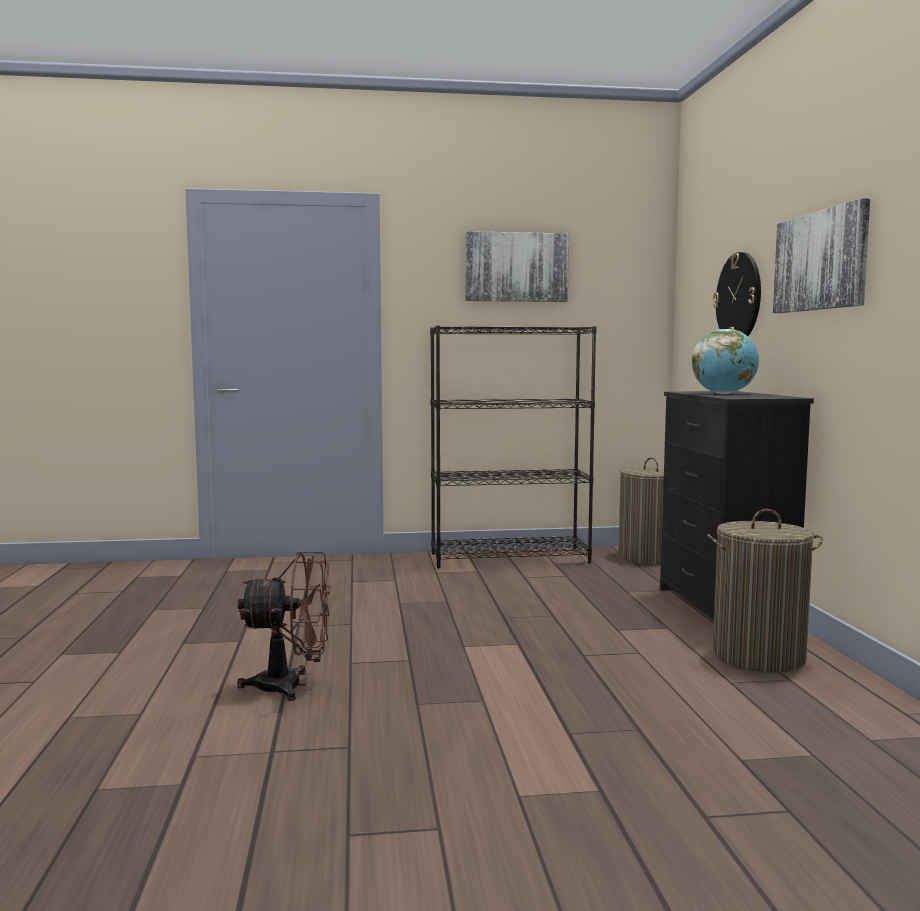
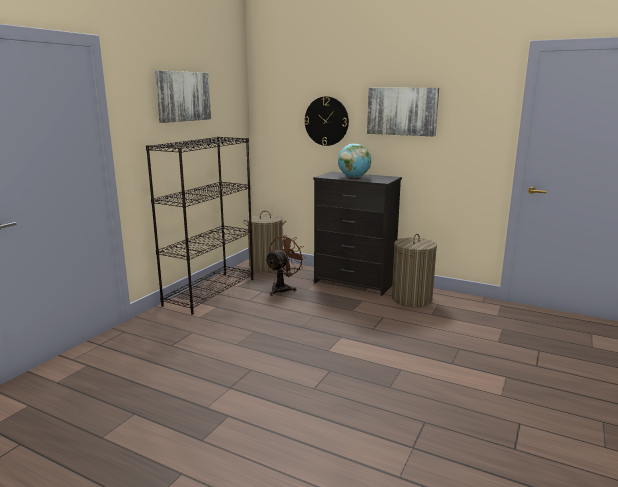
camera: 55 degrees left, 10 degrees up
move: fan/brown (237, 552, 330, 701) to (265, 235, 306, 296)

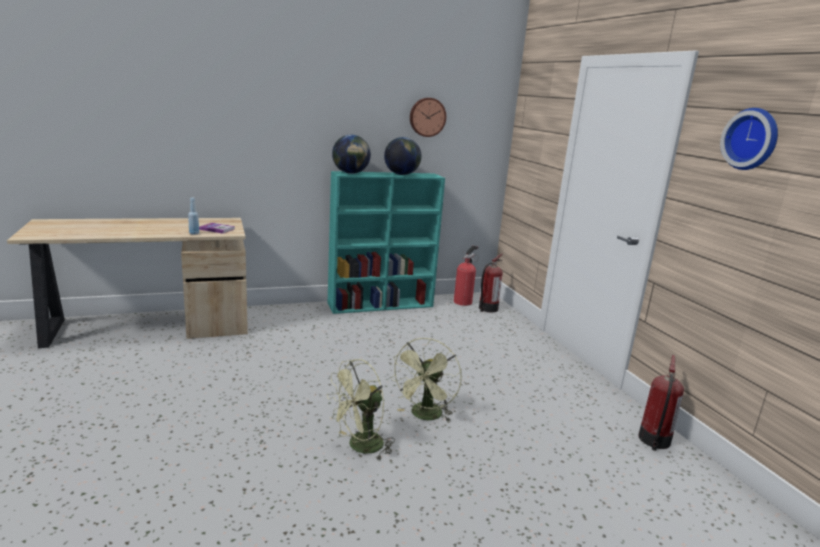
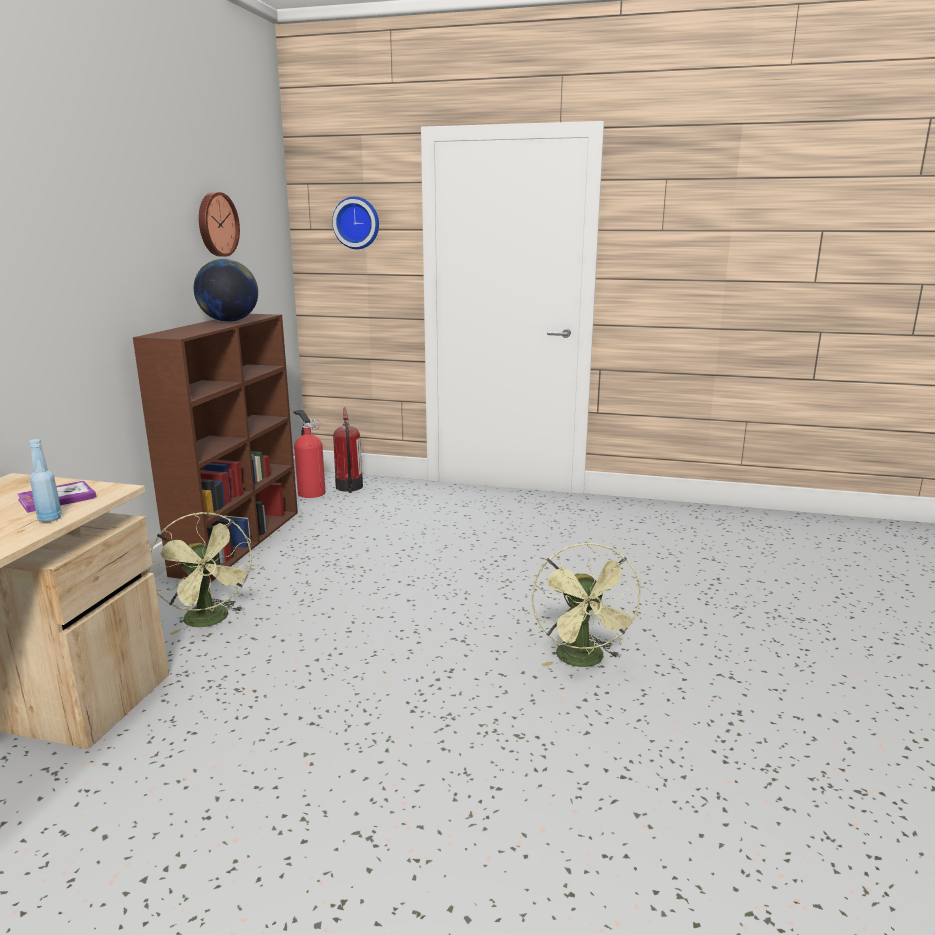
camera: 55 degrees left, 0 degrees up
delete: globe (332, 135, 371, 174); fire extinguisher (638, 355, 684, 451)
move: fan/green (390, 338, 462, 422) to (148, 512, 255, 635); wall clock (720, 108, 778, 170) to (332, 197, 379, 249)
recolor: bookcase/turquoise (328, 171, 445, 314) to bookcase/brown (133, 314, 298, 582)

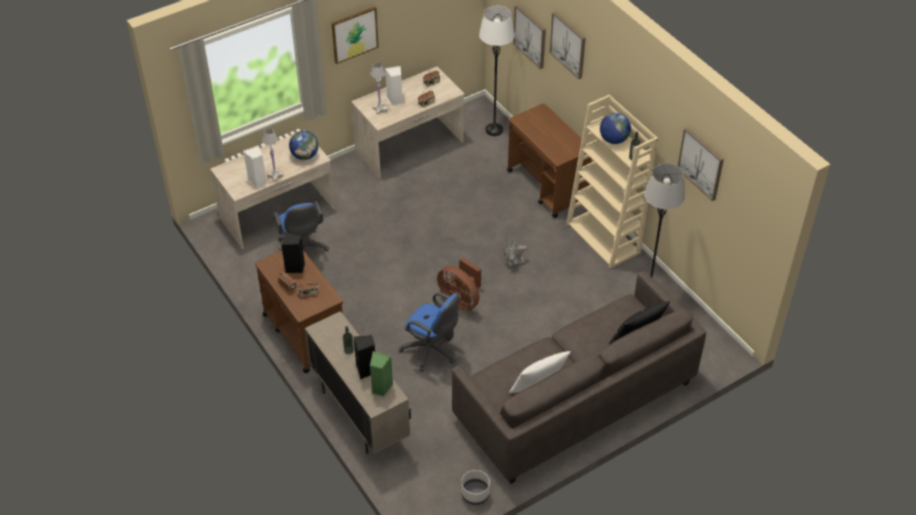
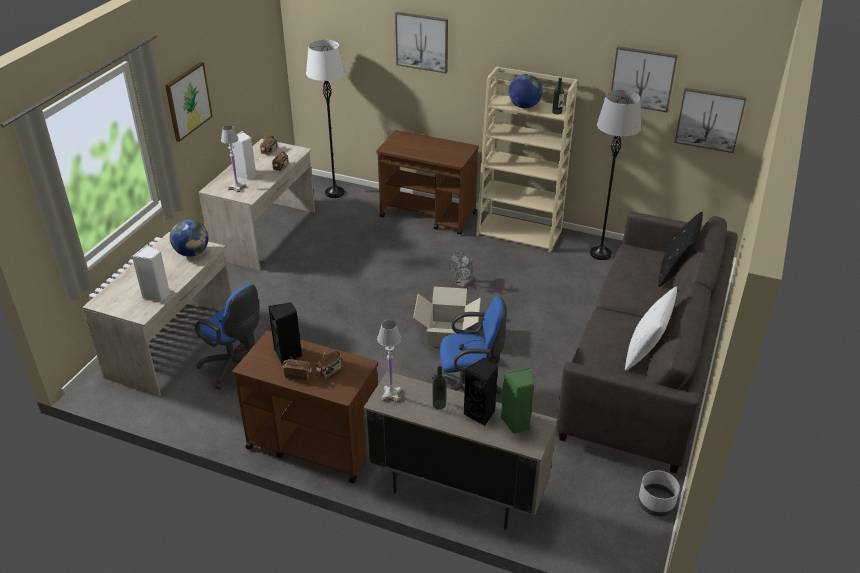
camera: 35 degrees left, 10 degrees down
move: table lamp/white (263, 128, 283, 181) to (377, 320, 403, 403); picture (513, 4, 546, 69) to (674, 88, 747, 153)
replace: fan/brown (437, 257, 481, 311) to cardboard box (413, 287, 481, 347)

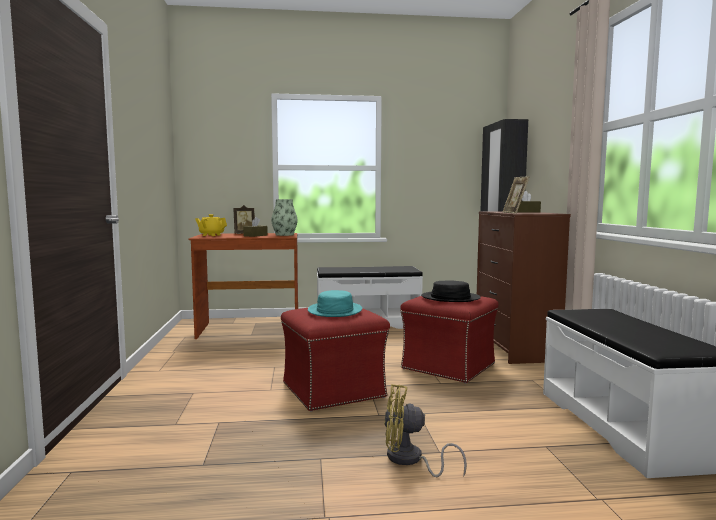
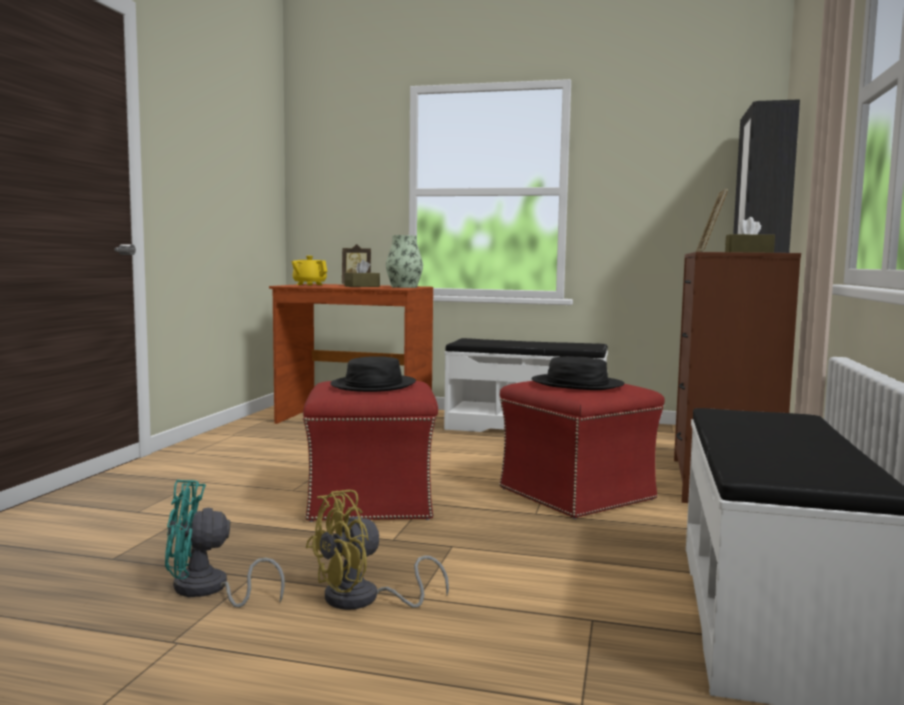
camera: 20 degrees right, 0 degrees up
insert: fan/turquoise (165, 480, 285, 608)
recolor: hat/turquoise (308, 290, 362, 317) to hat/black (330, 356, 416, 392)
rotate: fan/yellow (384, 384, 467, 477) = (305, 490, 449, 610) 60 degrees counterclockwise

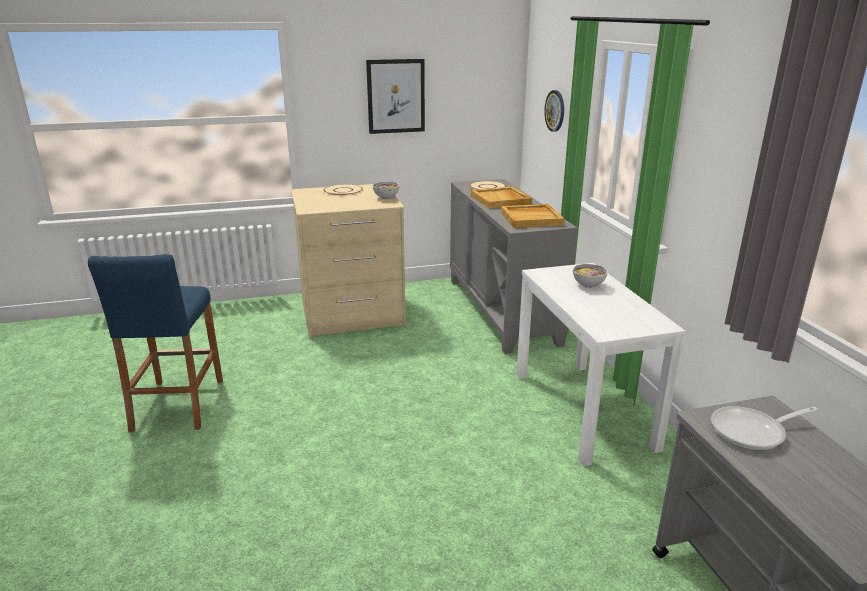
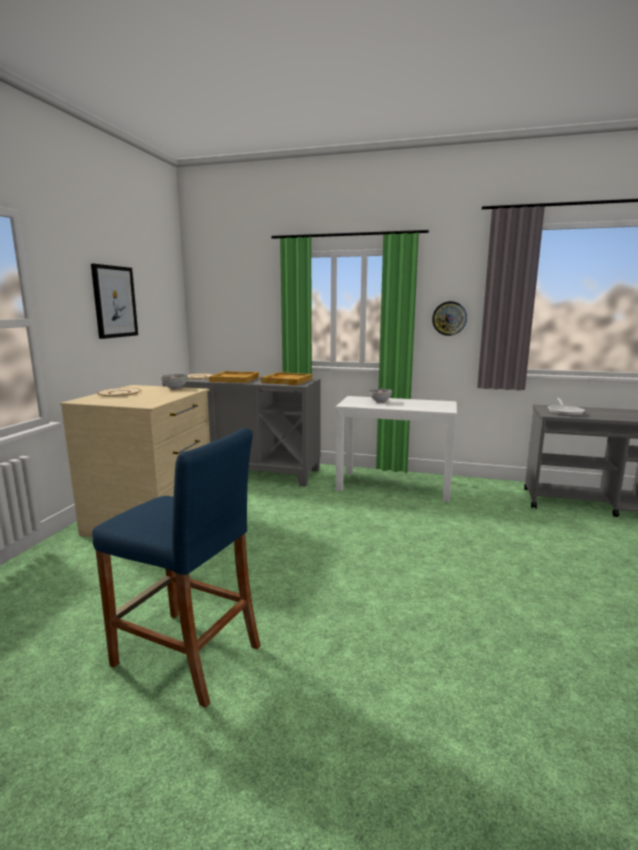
camera: 60 degrees left, 10 degrees down
move: wall clock (544, 90, 564, 132) to (432, 301, 467, 336)

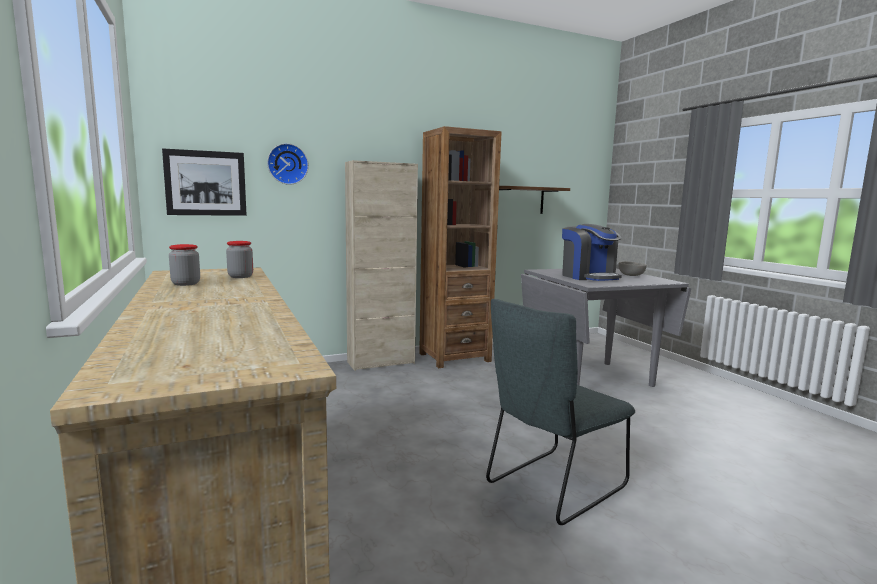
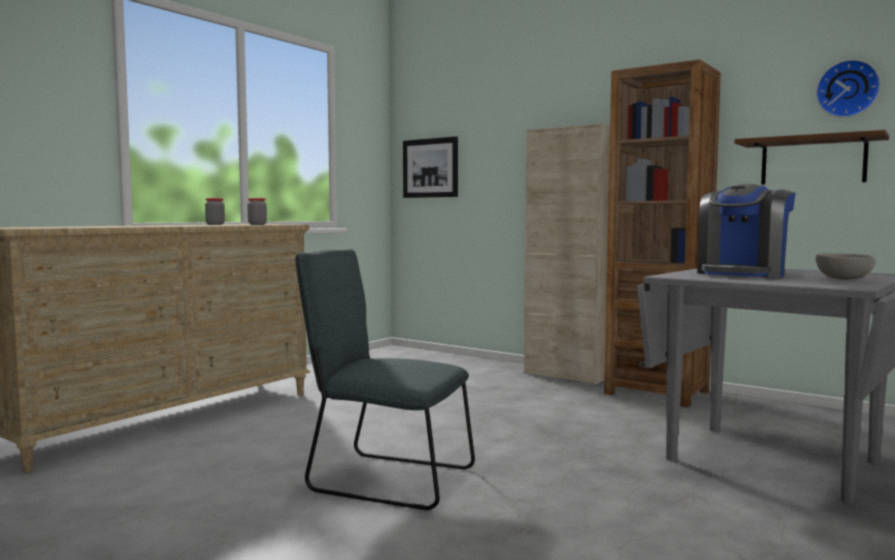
camera: 60 degrees right, 5 degrees down
move: wall clock (267, 143, 309, 185) to (816, 60, 881, 118)

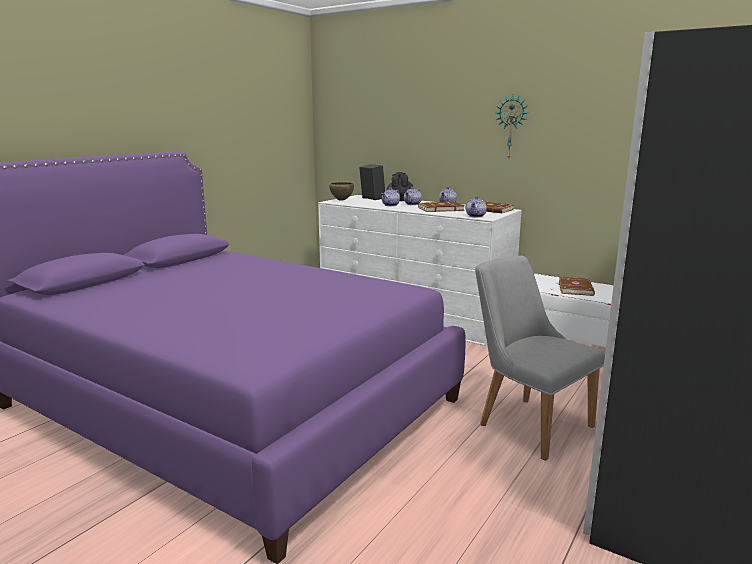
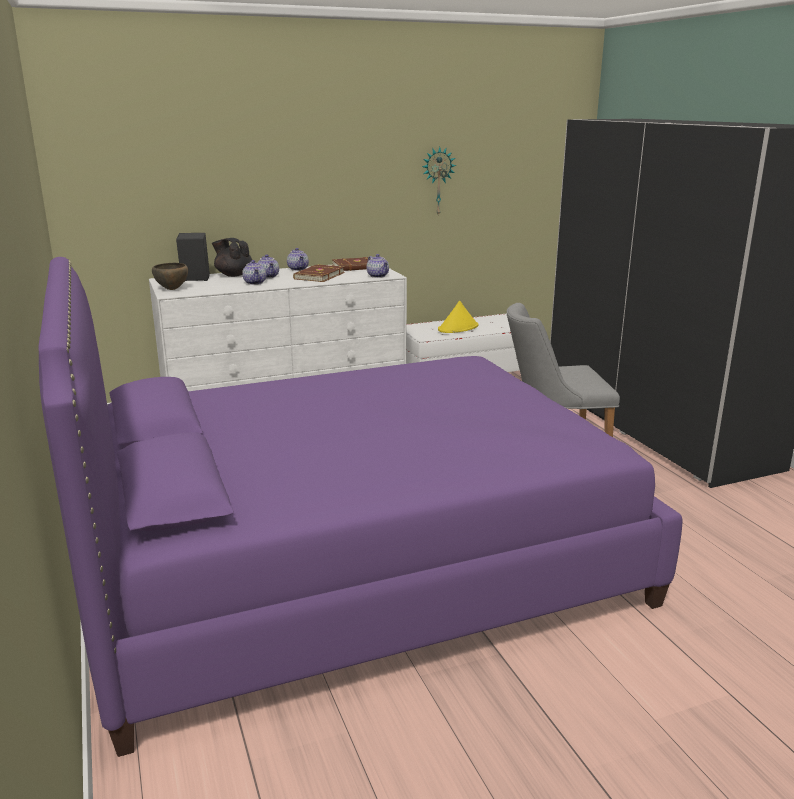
camera: 55 degrees left, 5 degrees up
move: wall clock (496, 95, 528, 160) to (422, 147, 456, 215)
replace: book/brown (559, 277, 595, 296) to hat/yellow (438, 301, 479, 333)

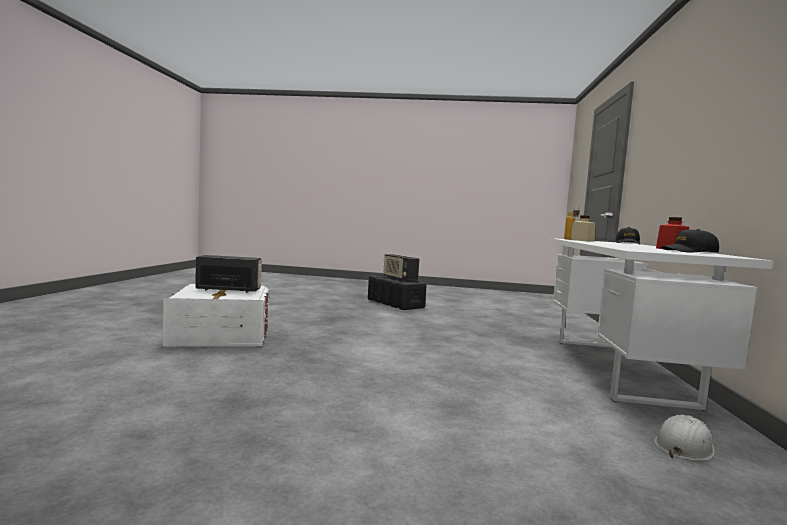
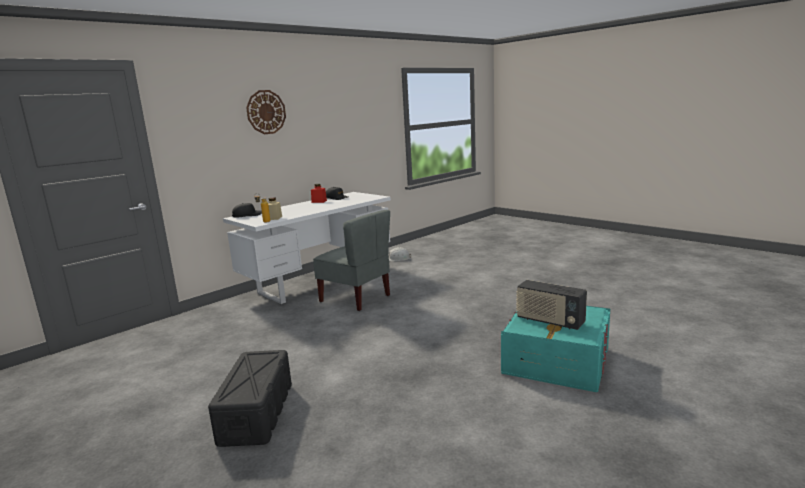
camera: 140 degrees left, 10 degrees up
delete: radio (383, 254, 420, 281)
insert: wall clock (246, 90, 286, 134); chair/grey (313, 210, 390, 311)
recolor: storage box/white (163, 283, 269, 346) to storage box/turquoise (501, 306, 610, 392)

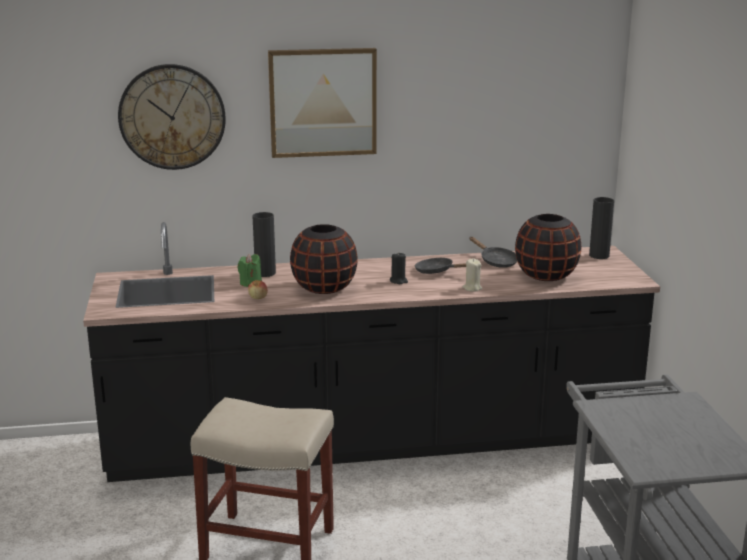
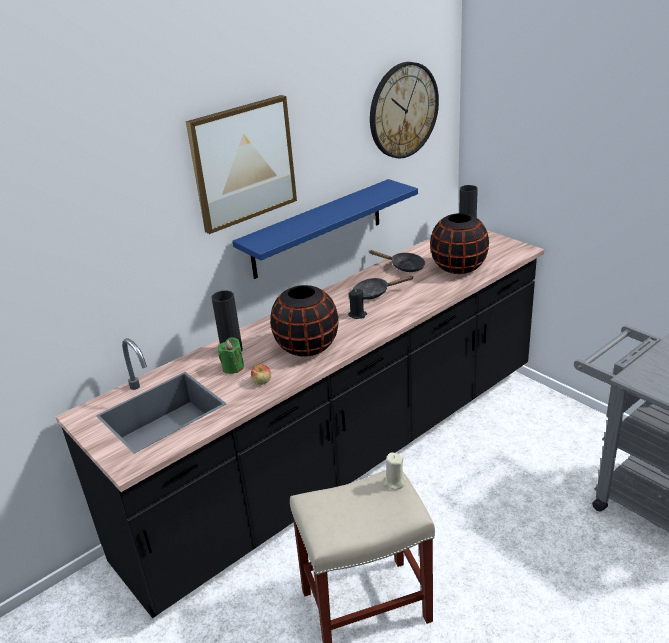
camera: 30 degrees left, 10 degrees up
insert: shelf/blue (232, 179, 418, 279)
move: wall clock (118, 64, 226, 170) to (370, 62, 439, 158); candle/beige (462, 258, 482, 292) to (383, 452, 406, 490)

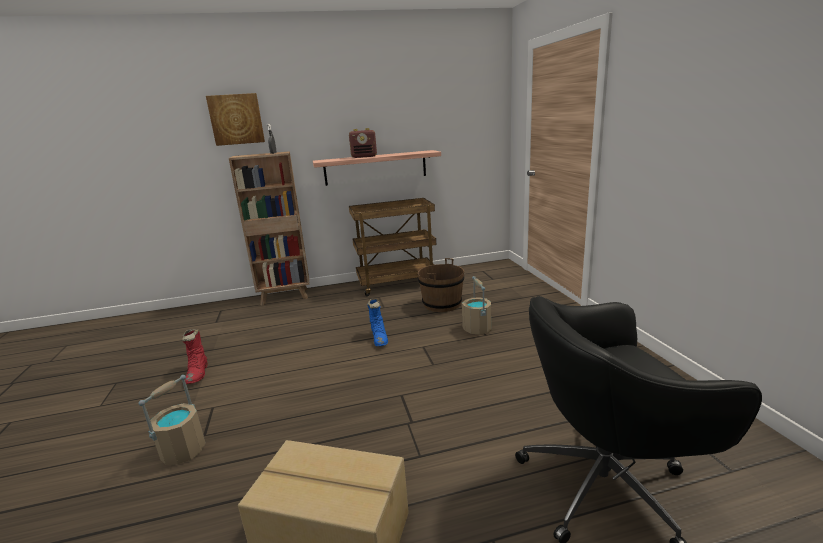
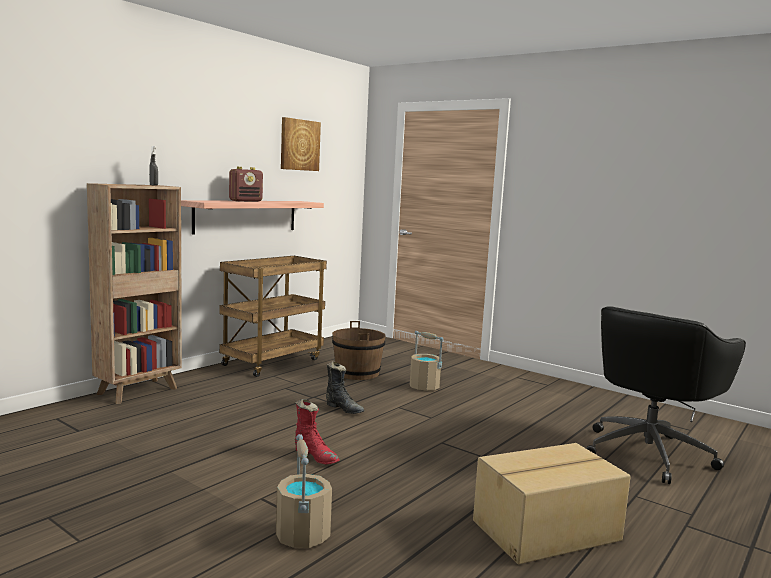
camera: 40 degrees left, 10 degrees down
move: picture (206, 93, 265, 146) to (281, 117, 321, 171); boot/red (182, 329, 208, 384) to (295, 399, 340, 464)
recolor: boot/blue (368, 299, 388, 346) to boot/black (326, 362, 365, 414)

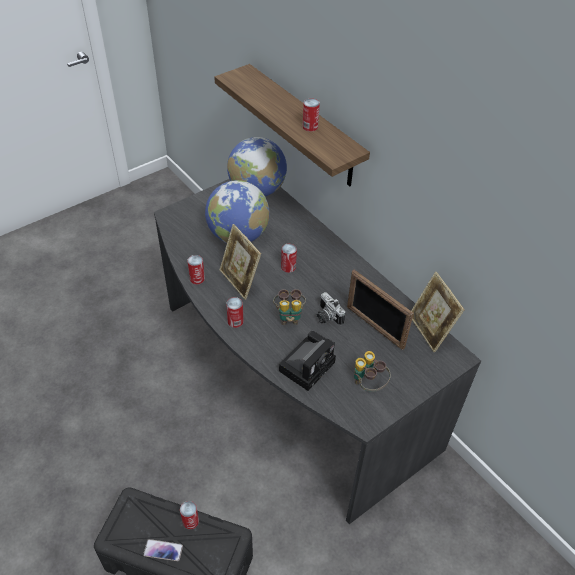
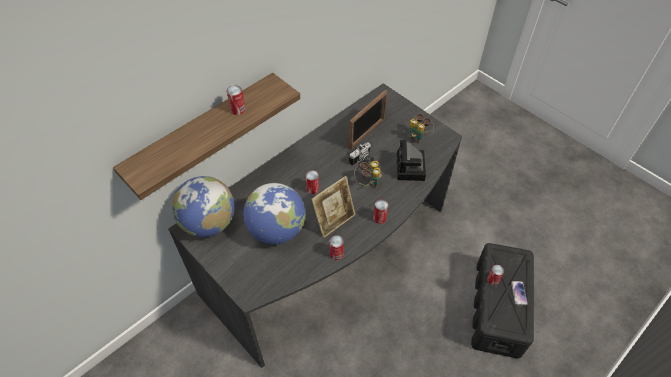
camera: 95 degrees left, 5 degrees up
delete: picture frame (411, 272, 465, 352)
rotate: photo camera (279, 331, 336, 391) = (397, 140, 426, 181) 120 degrees counterclockwise

